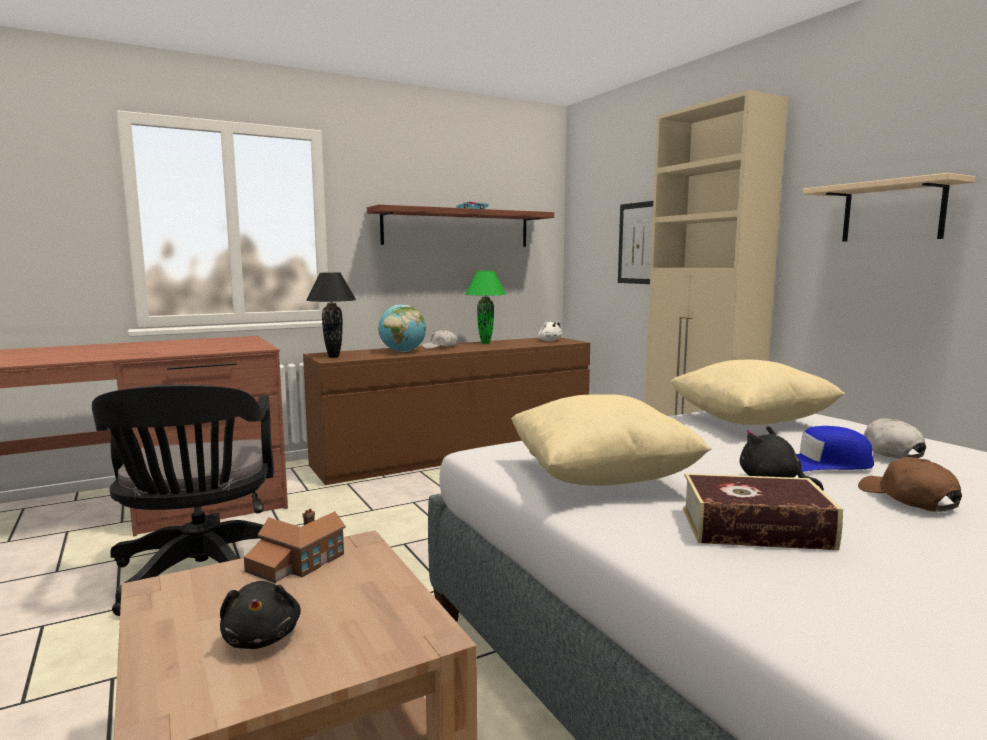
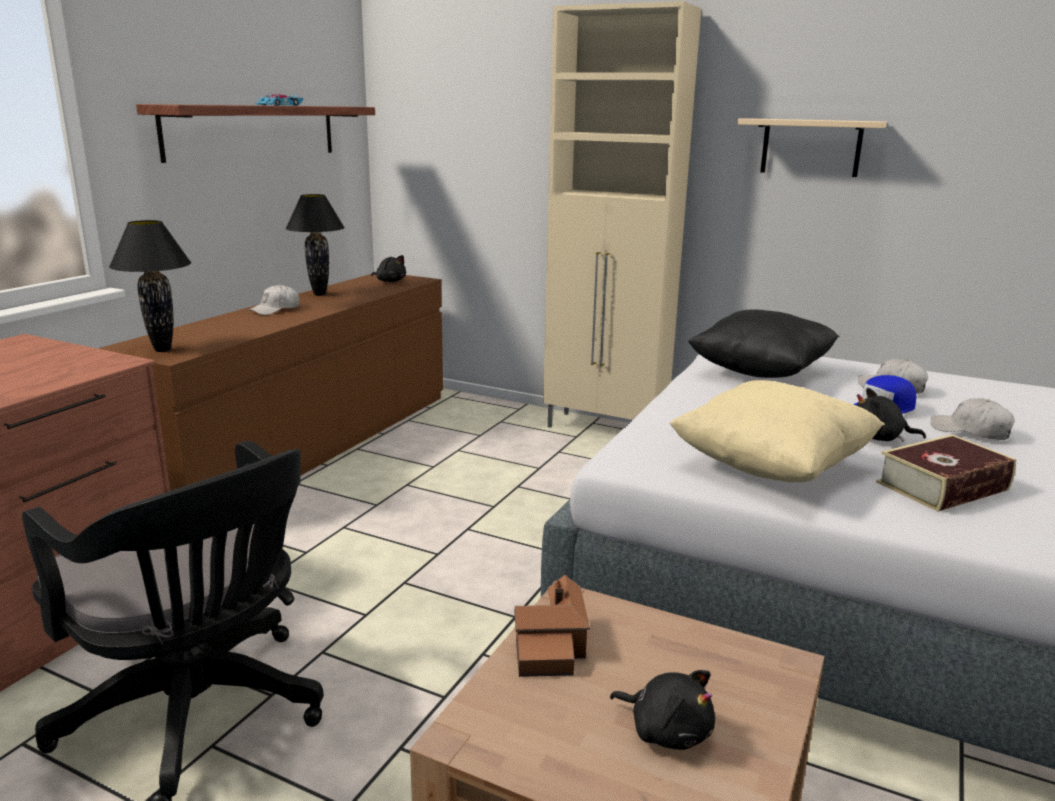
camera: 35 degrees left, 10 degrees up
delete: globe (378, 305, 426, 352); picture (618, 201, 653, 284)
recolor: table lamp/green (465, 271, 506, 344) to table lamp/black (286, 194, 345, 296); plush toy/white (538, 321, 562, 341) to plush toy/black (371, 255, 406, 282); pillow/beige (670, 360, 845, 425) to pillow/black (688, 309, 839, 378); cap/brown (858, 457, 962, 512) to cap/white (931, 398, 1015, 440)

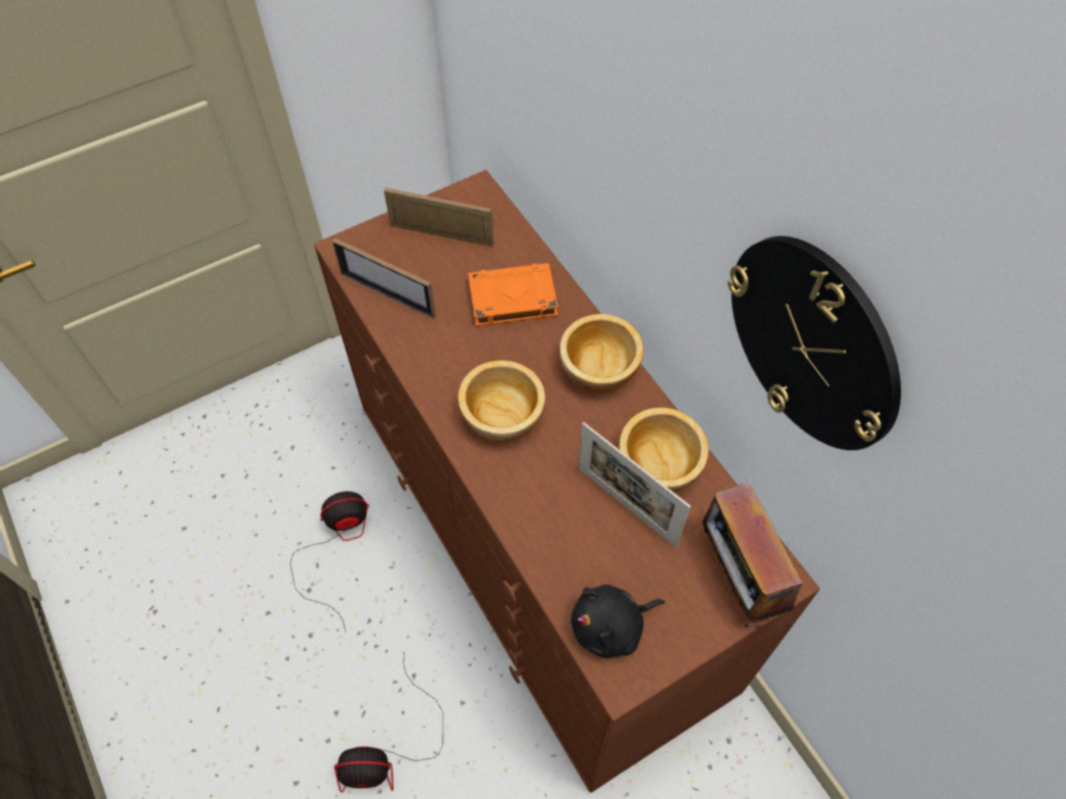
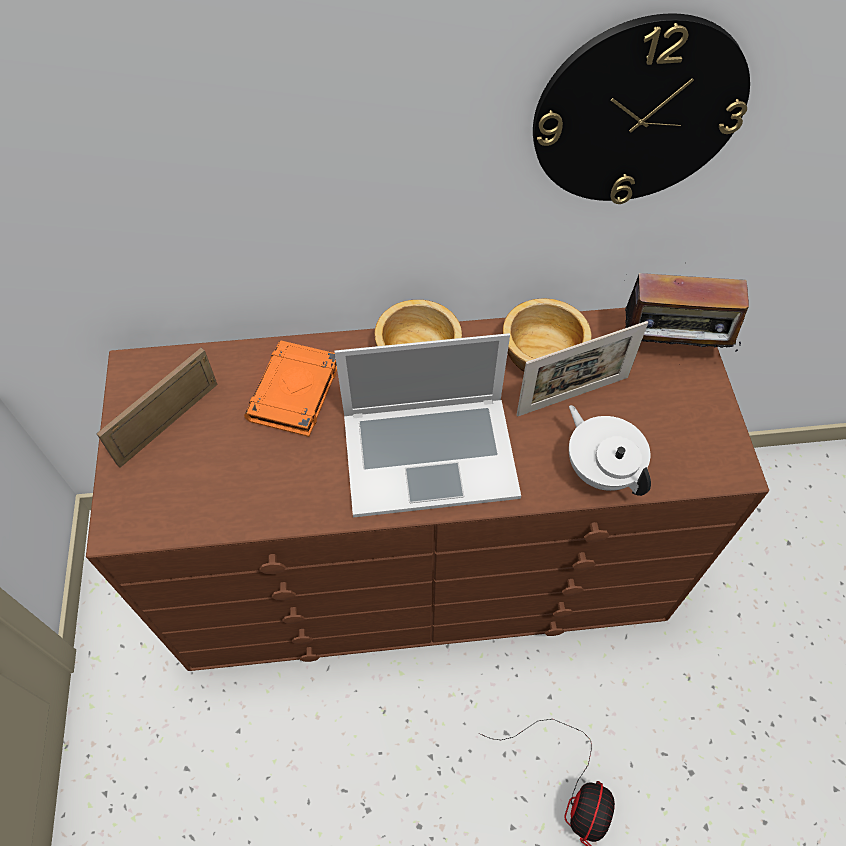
camera: 65 degrees left, 0 degrees up
delete: fan (290, 491, 369, 632); picture frame (332, 238, 436, 319); plush toy/black (571, 585, 665, 658)
insert: teapot/white (569, 405, 651, 496)
replace: bowl (458, 360, 546, 442) to laptop (335, 333, 521, 518)

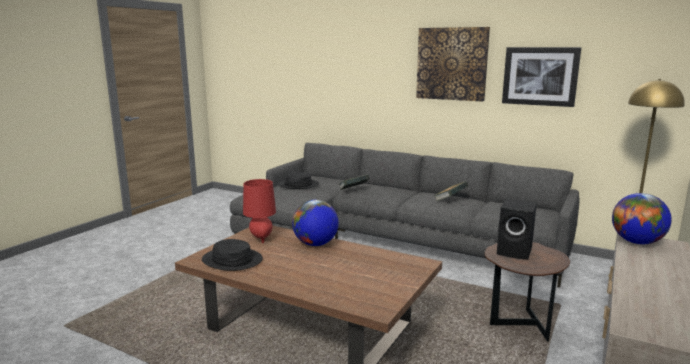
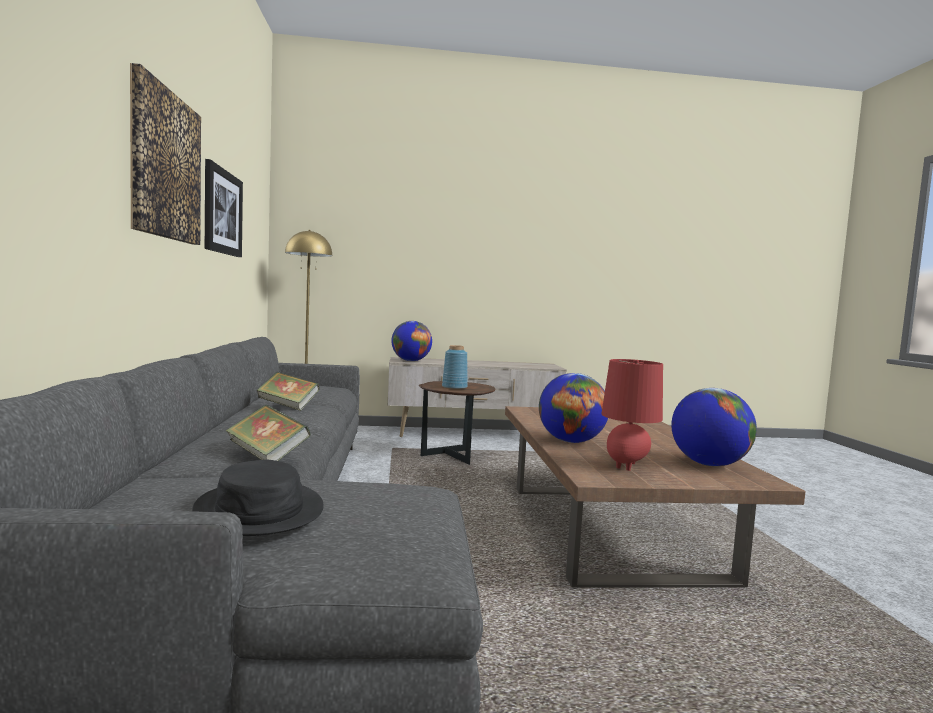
camera: 125 degrees left, 10 degrees down
replace: speaker/black (497, 199, 537, 260) to vase/blue (442, 345, 468, 390); hat/black (202, 239, 263, 271) to globe (671, 388, 757, 466)

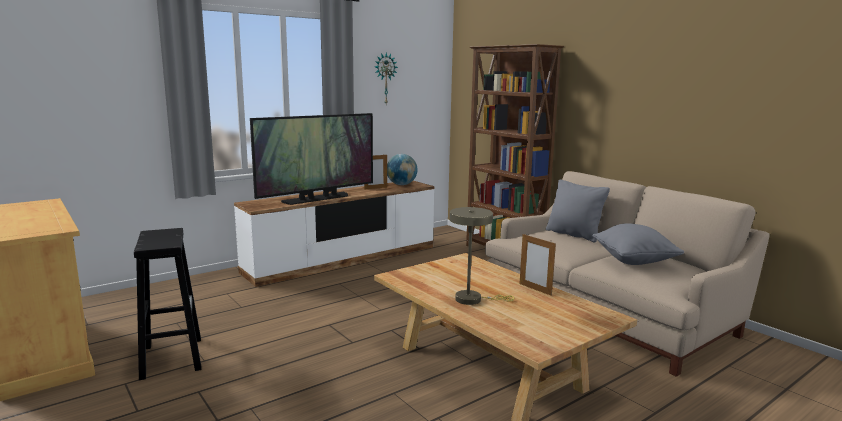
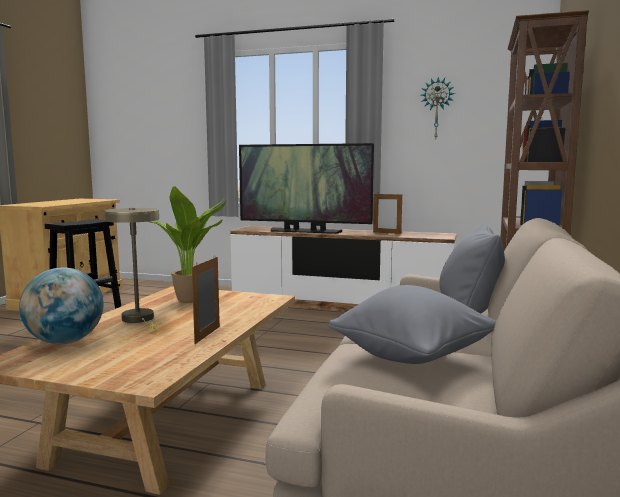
camera: 55 degrees right, 5 degrees down
insert: potted plant (148, 186, 226, 303)
move: globe (387, 154, 418, 185) to (19, 268, 104, 344)

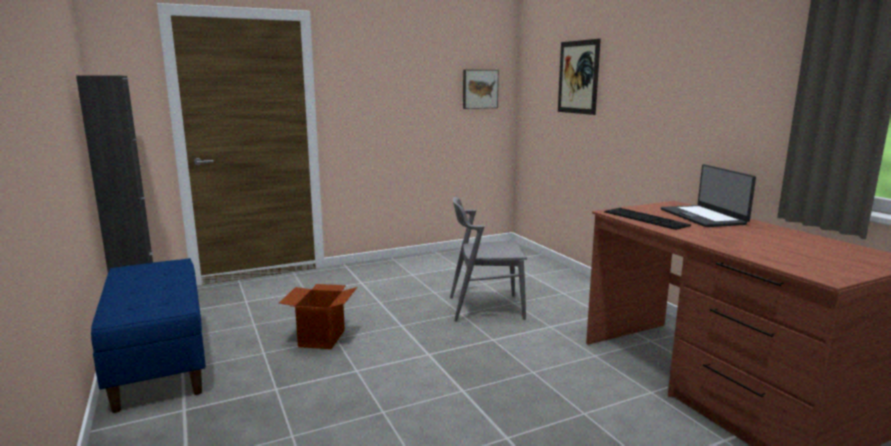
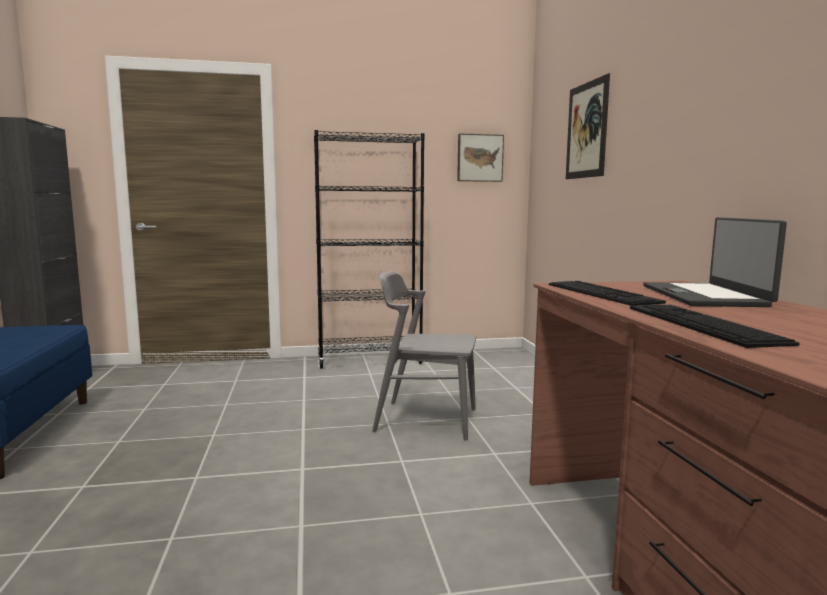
camera: 15 degrees right, 5 degrees down
delete: cardboard box (279, 284, 357, 349)
insert: bookcase/black (314, 130, 425, 369); keyboard (630, 305, 800, 348)

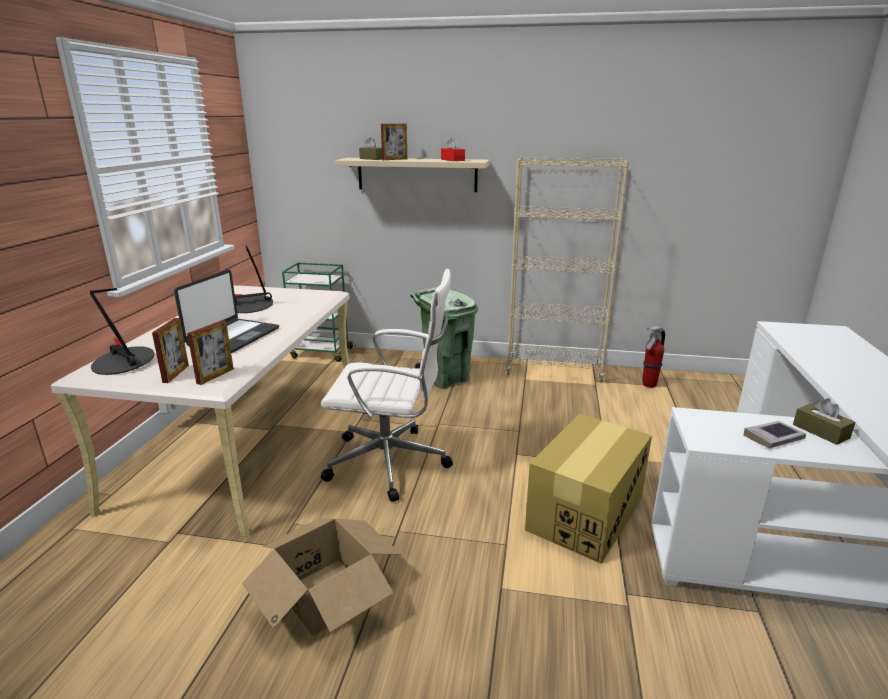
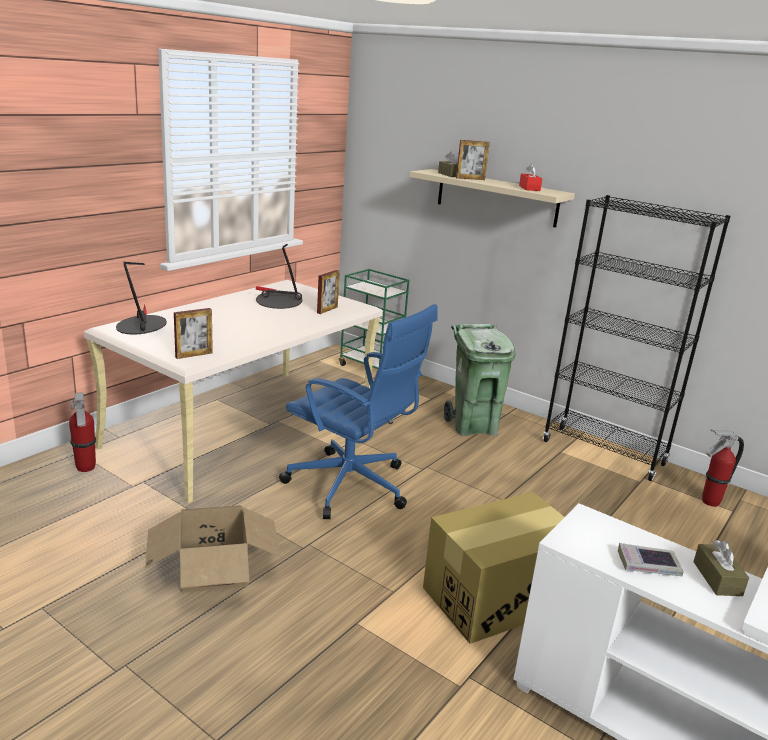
camera: 25 degrees right, 0 degrees up
delete: laptop (174, 270, 279, 353)
insert: fire extinguisher (69, 393, 96, 472)
move: picture frame (152, 318, 189, 383) to (317, 270, 340, 314)
recolor: office chair/white (321, 269, 453, 502) to office chair/blue (279, 304, 438, 519); bookcase/beige (506, 156, 629, 382) to bookcase/black (543, 195, 730, 481)

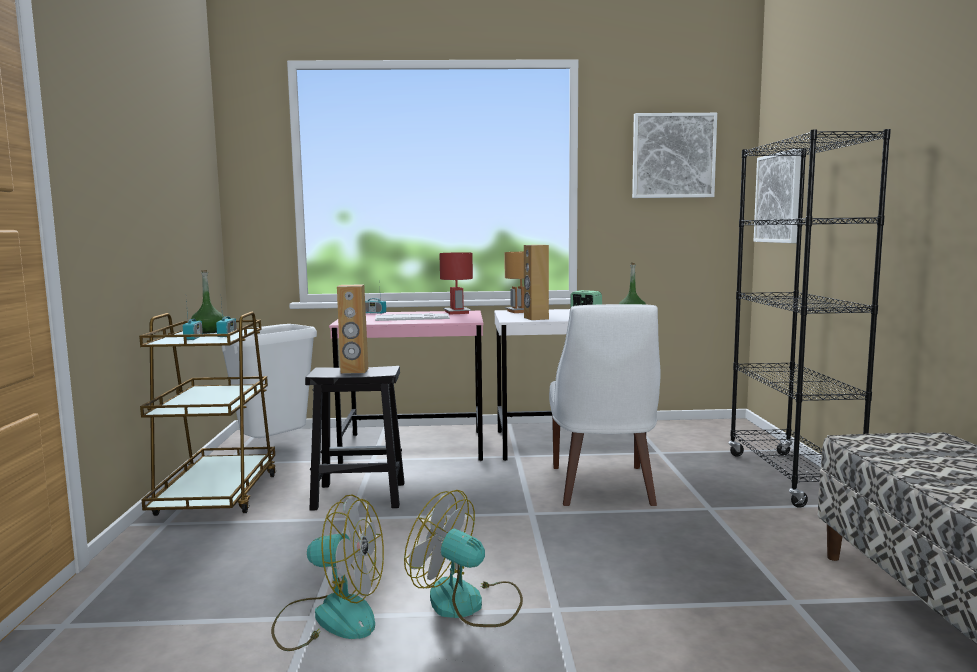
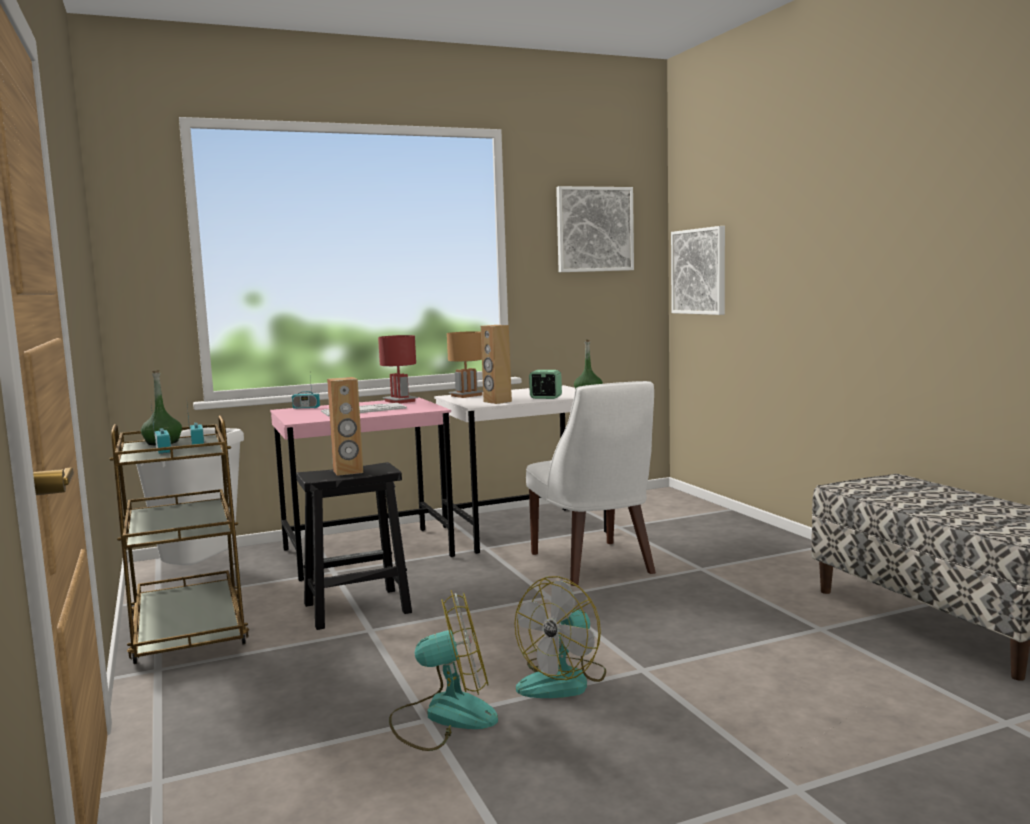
camera: 20 degrees left, 0 degrees up
delete: bookcase/black (729, 129, 891, 508)
rotate: fan (404, 490, 523, 627) = (515, 576, 606, 698) 60 degrees counterclockwise

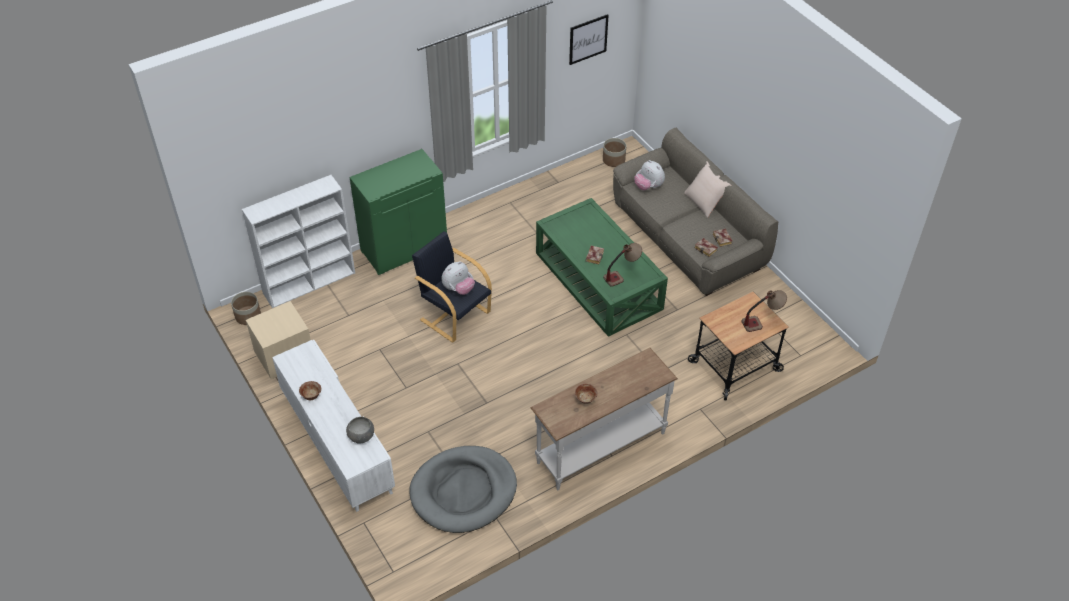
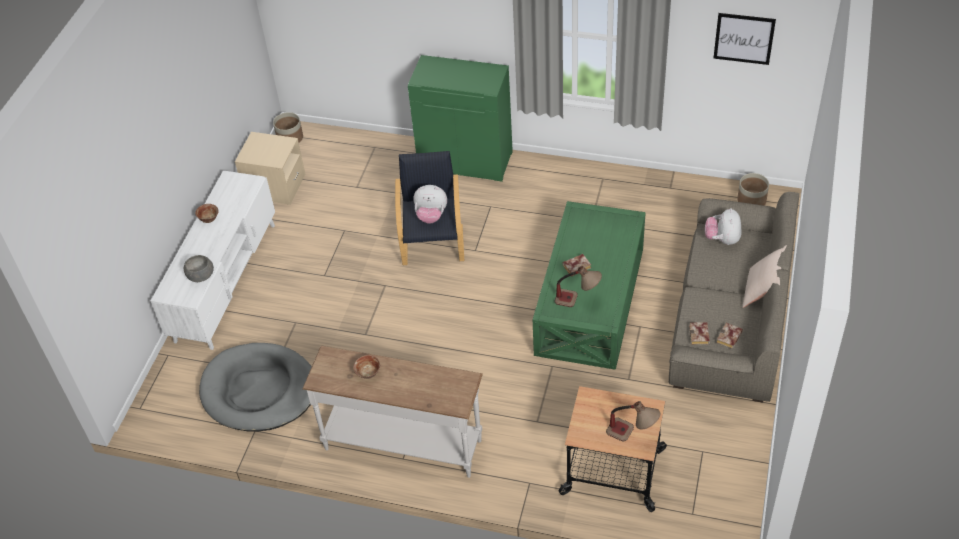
camera: 50 degrees right, 0 degrees up
delete: bookcase/white (242, 175, 355, 308)

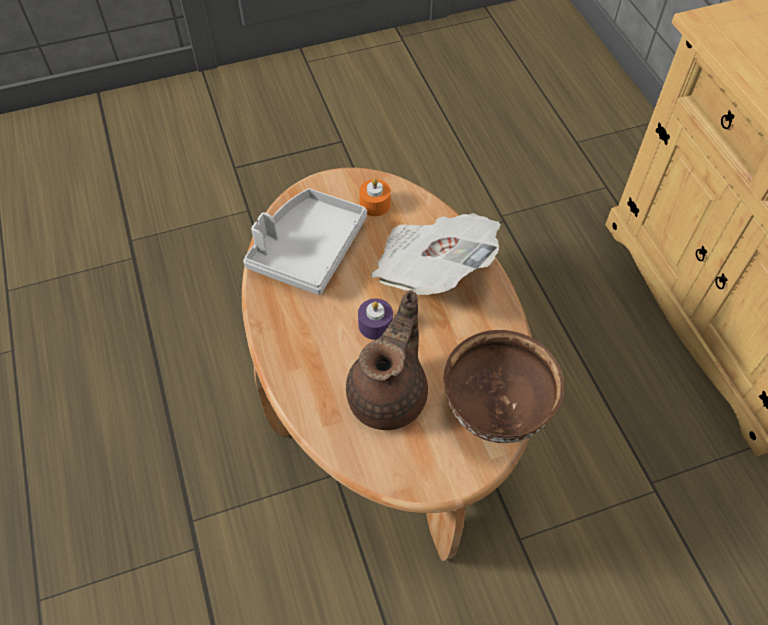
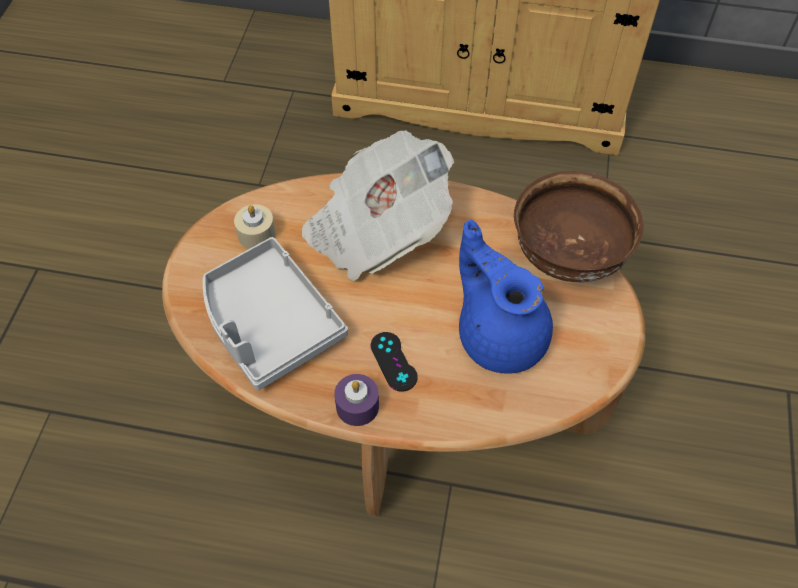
camera: 60 degrees left, 0 degrees up
insert: game controller/black (371, 332, 417, 392)
move: candle/purple (358, 298, 393, 340) to (334, 374, 379, 426)
recolor: candle/orange (359, 179, 391, 216) to candle/beige (234, 204, 276, 249); teapot/brown (346, 290, 428, 430) to teapot/blue (459, 220, 553, 374)

